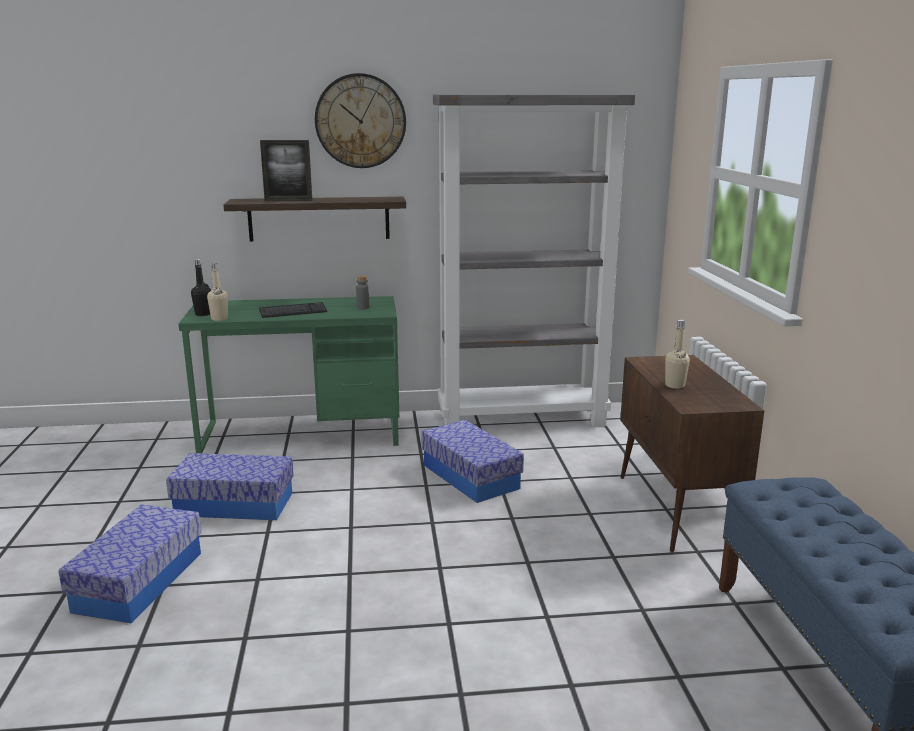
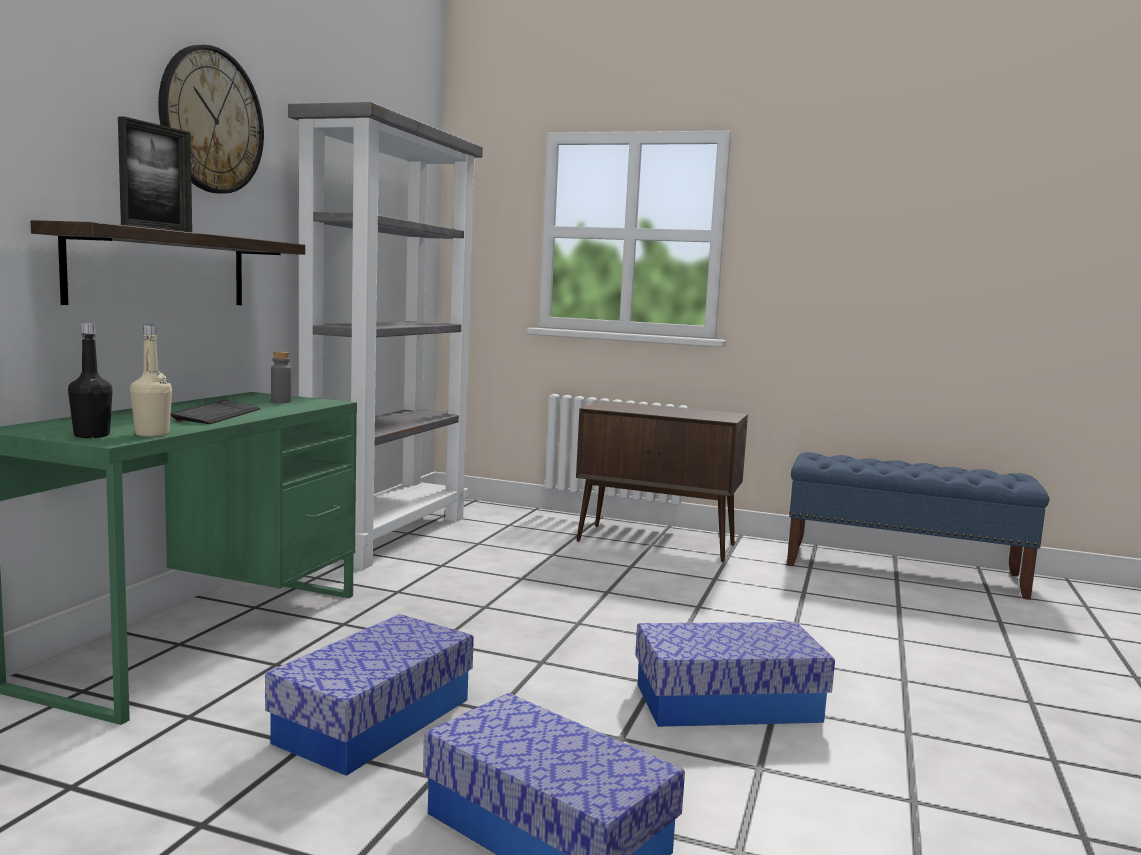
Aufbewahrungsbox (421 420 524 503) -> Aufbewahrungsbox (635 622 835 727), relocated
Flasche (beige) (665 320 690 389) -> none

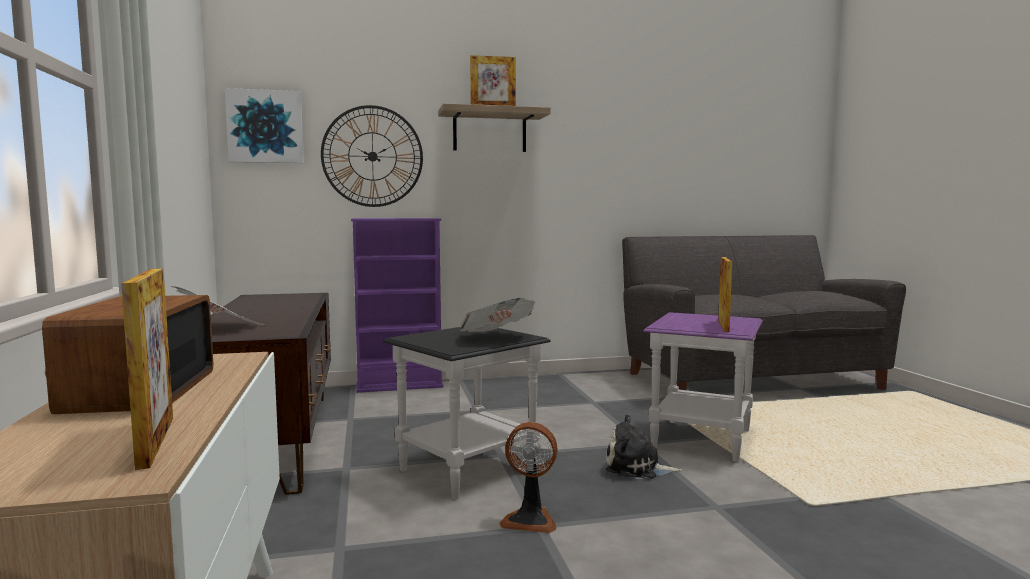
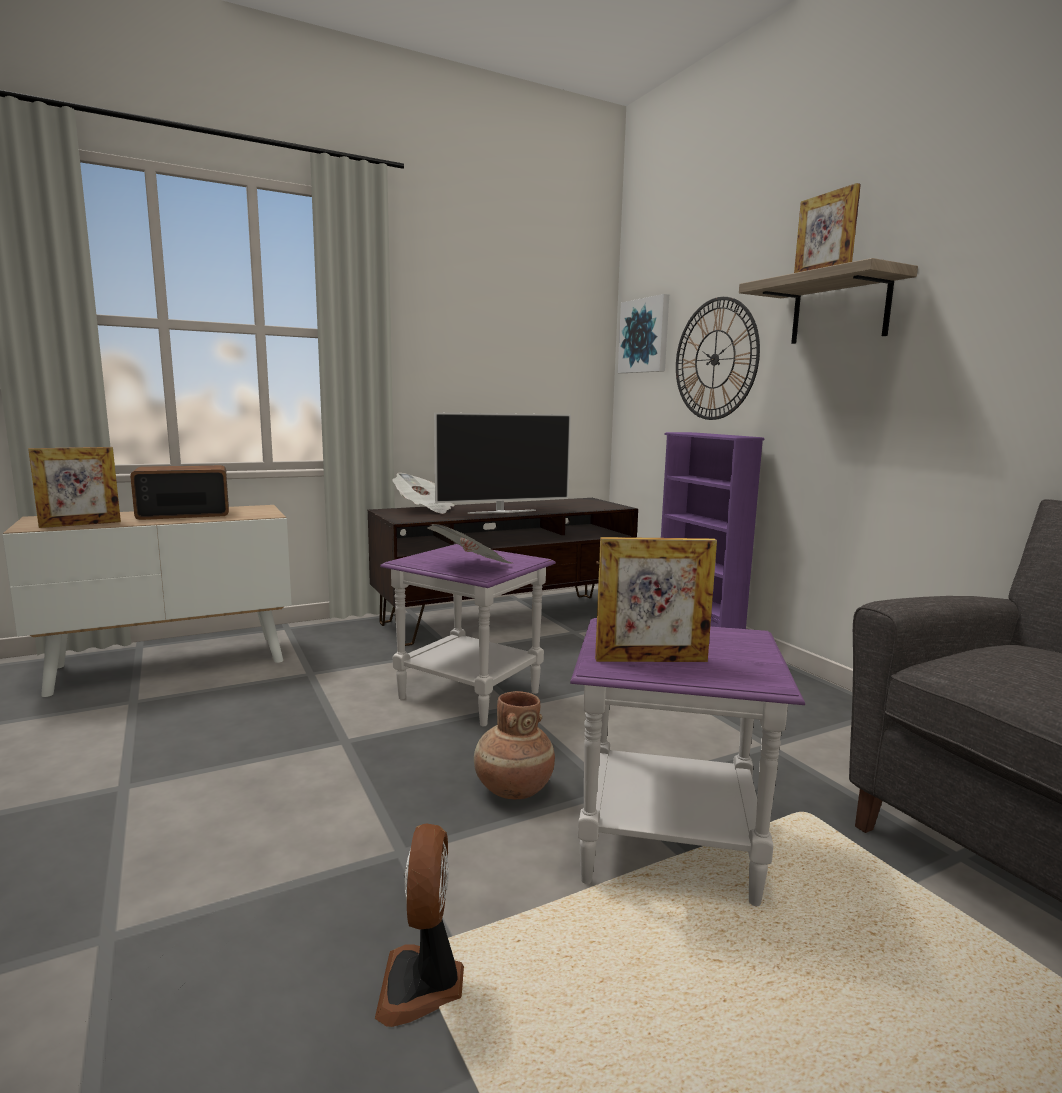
Beistelltisch (schwarz) (383 327 551 499) -> Beistelltisch (lila) (380 544 556 726)
Ventilator (499 422 558 533) -> Ventilator (375 823 464 1027), relocated
Plüschtier (606 415 682 479) -> Vase (braun) (474 691 555 799)
none -> Fernseher (434 412 571 514)

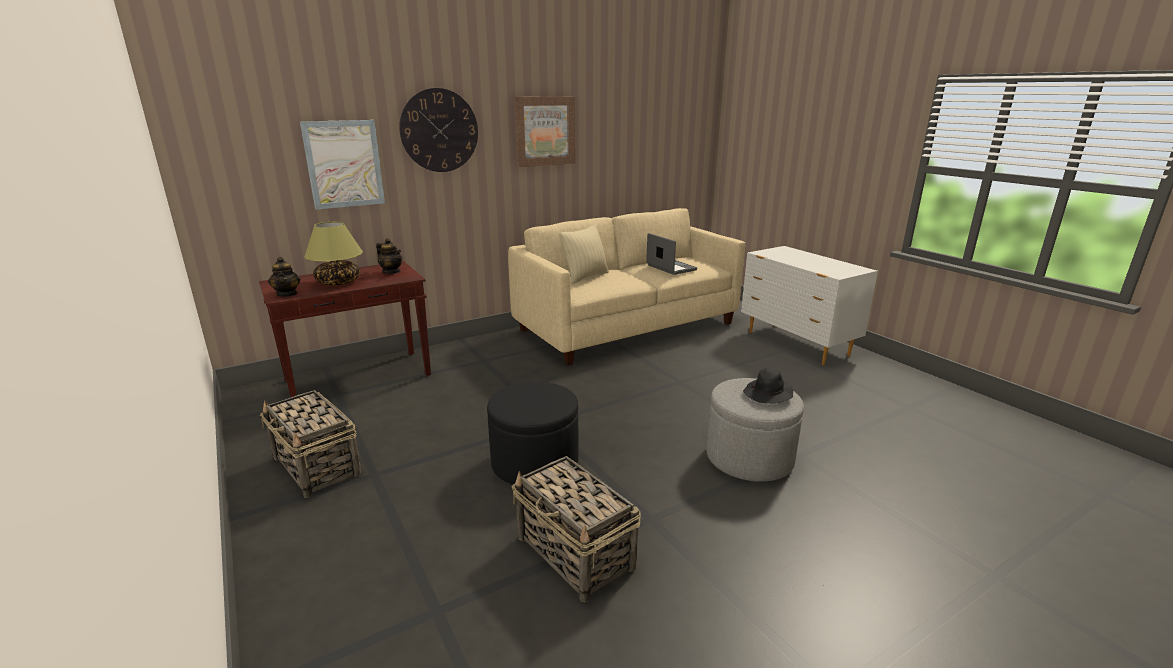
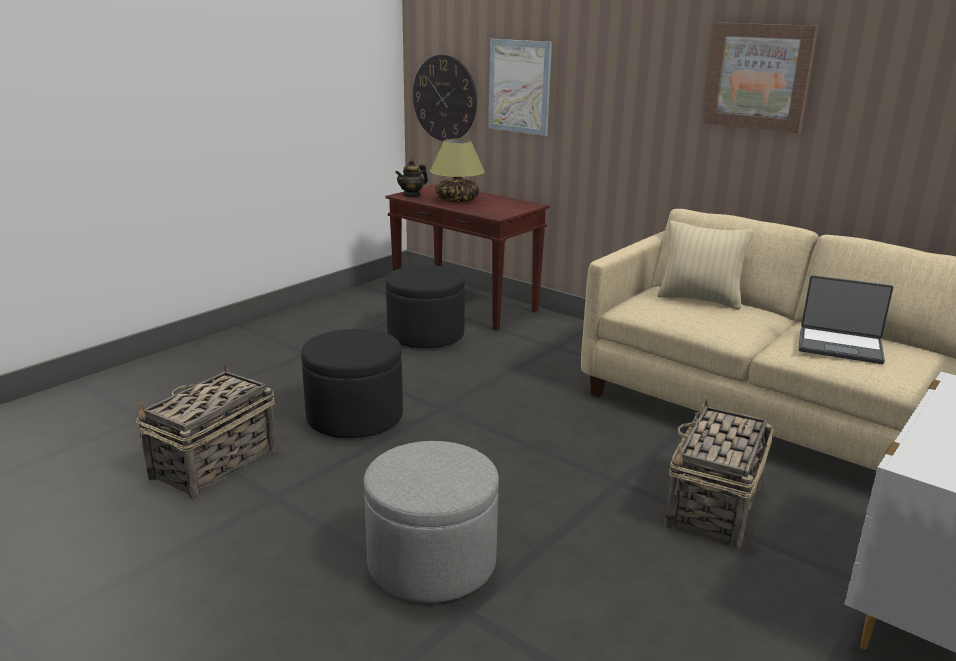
Korb (260 390 361 498) -> Korb (664 399 773 549), relocated
Teekanne (376 238 403 274) -> none
Wanduhr (399 88 478 172) -> Wanduhr (413 55 477 141), relocated
Laptop (646 233 697 275) -> Laptop (799 275 893 364), 75 degrees clockwise
Hut (schwarz) (743 368 794 404) -> none
none -> Polsterhocker (schwarz) (386 265 465 348)

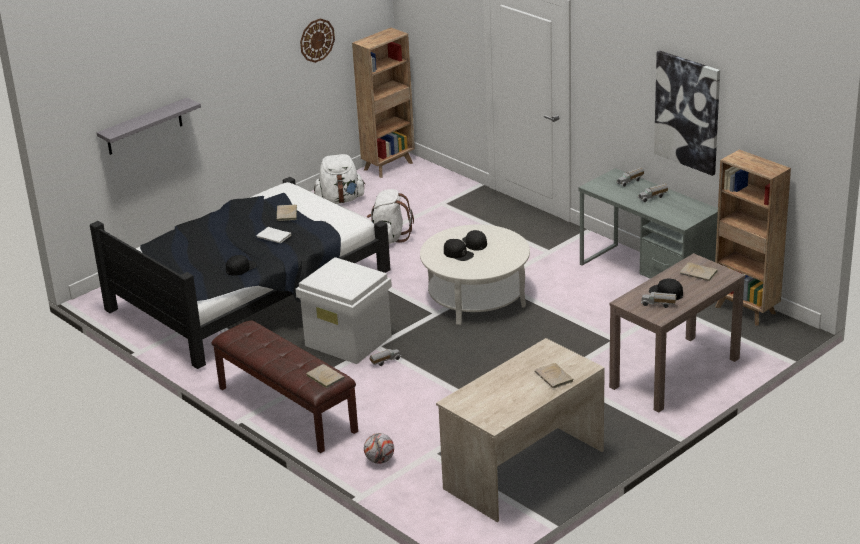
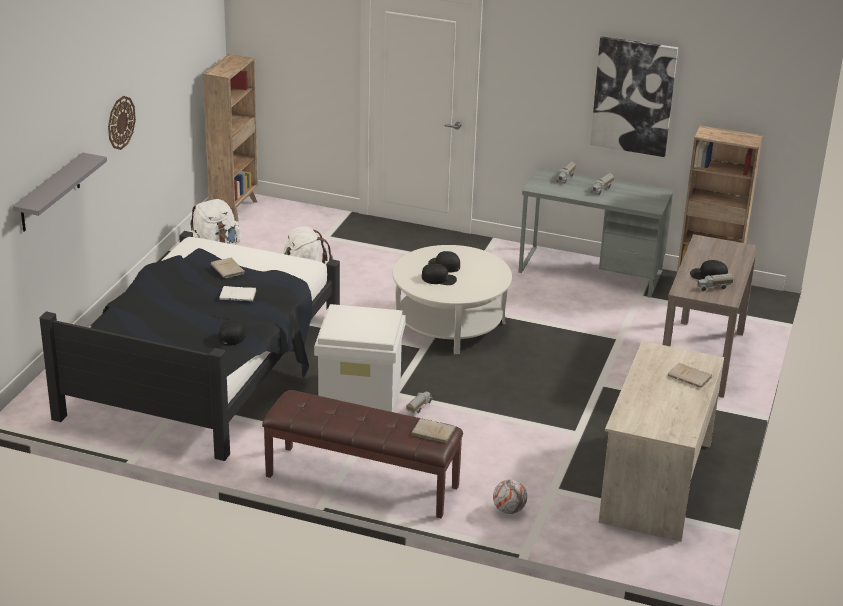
Wanduhr (300 18 335 63) -> Wanduhr (108 96 136 150), relocated
Buch (beige) (680 262 718 281) -> none

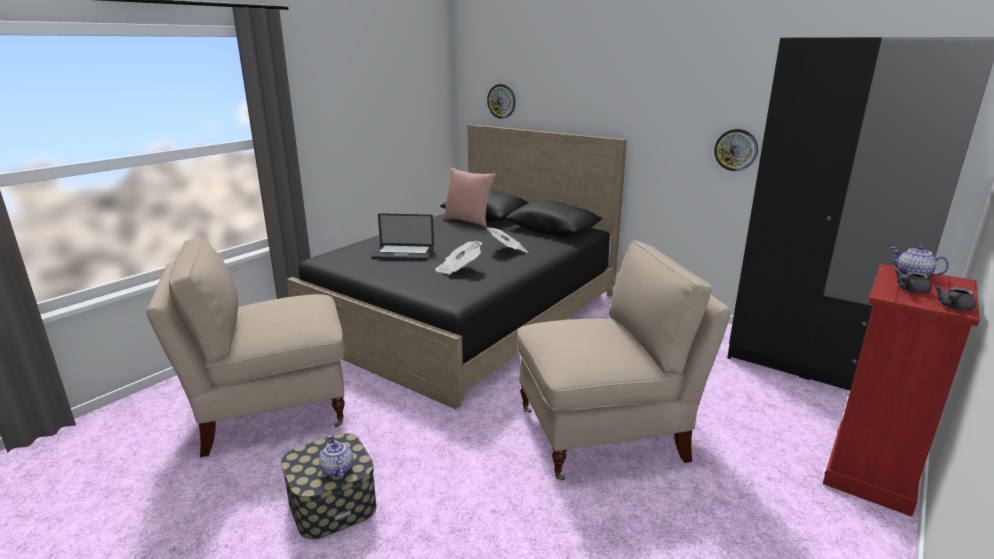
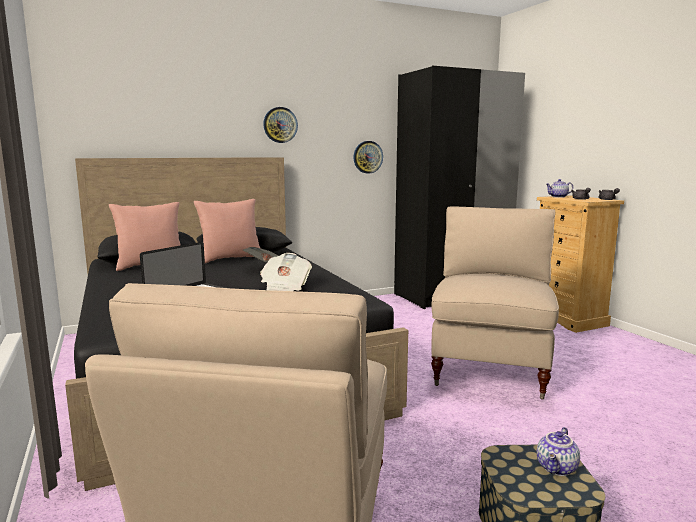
Teekanne (319 435 353 478) -> Teekanne (537 427 580 476), 60 degrees counterclockwise
Wanduhr (487 84 516 119) -> Wanduhr (263 107 298 143), relocated
Kommode (rot) (823 264 980 517) -> Kommode (beige) (537 195 624 333)
none -> Kissen (rosa) (194 199 260 263)

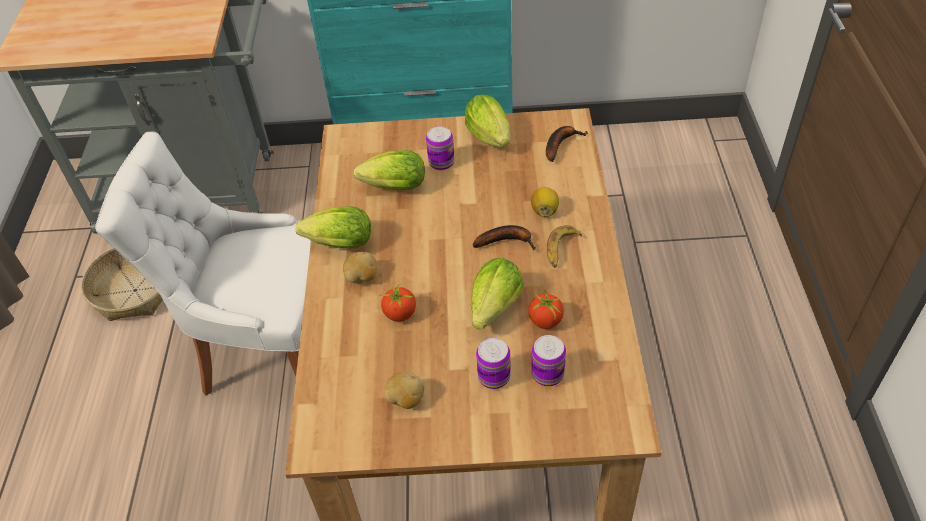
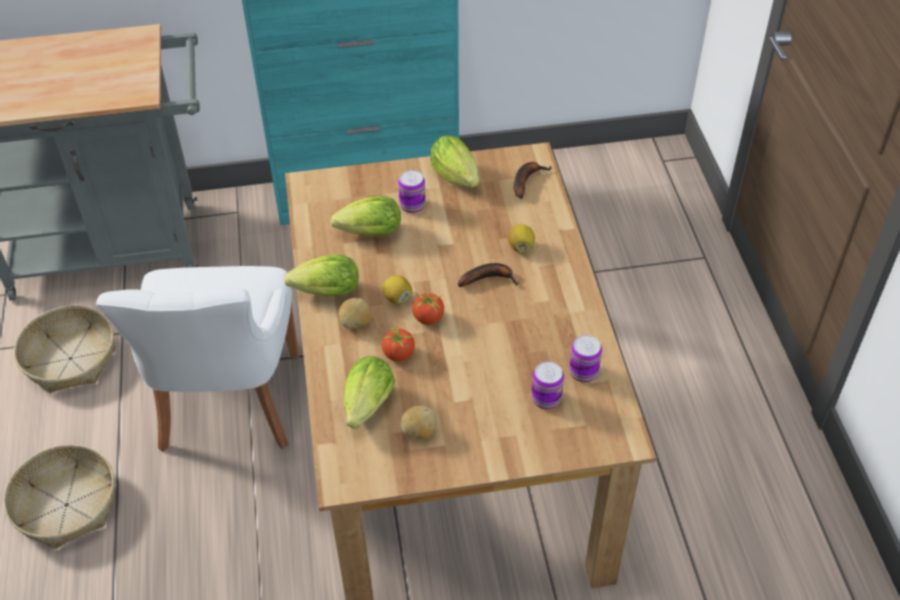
Stuhl (weiß) (95 131 311 396) -> Stuhl (weiß) (96 266 299 452), 90 degrees counterclockwise
Salatkopf (471 258 524 330) -> Salatkopf (344 356 395 429), relocated
Dose (476 338 511 389) -> Dose (569 335 602 382), relocated
Tomate (528 286 564 329) -> Tomate (412 286 444 325), relocated
Banane (547 225 582 268) -> none
none -> Korb (4 445 115 549)
none -> Zitrone (383 275 412 304)

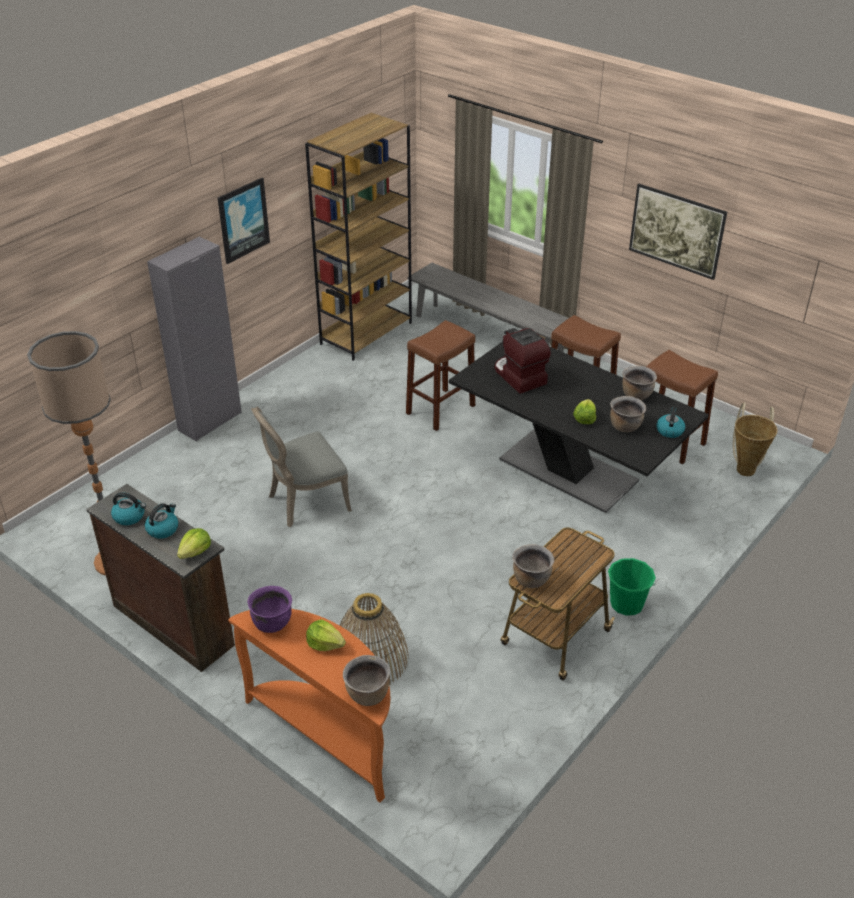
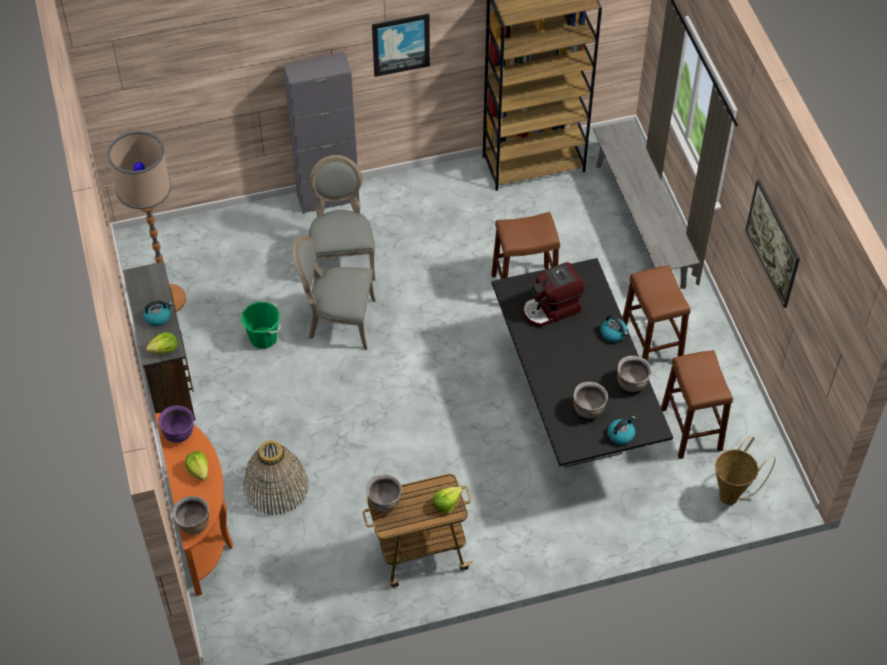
Wasserkessel (111 492 146 525) -> Wasserkessel (600 315 628 342), relocated
Kaffeemaschine (495 328 551 394) -> Kaffeemaschine (523 262 585 327), 120 degrees counterclockwise
Salatkopf (573 399 596 424) -> Salatkopf (432 487 462 513), relocated
Eimer (grün) (608 558 656 616) -> Eimer (grün) (241 302 281 349), relocated
none -> Stuhl (grau) (309 155 375 284)

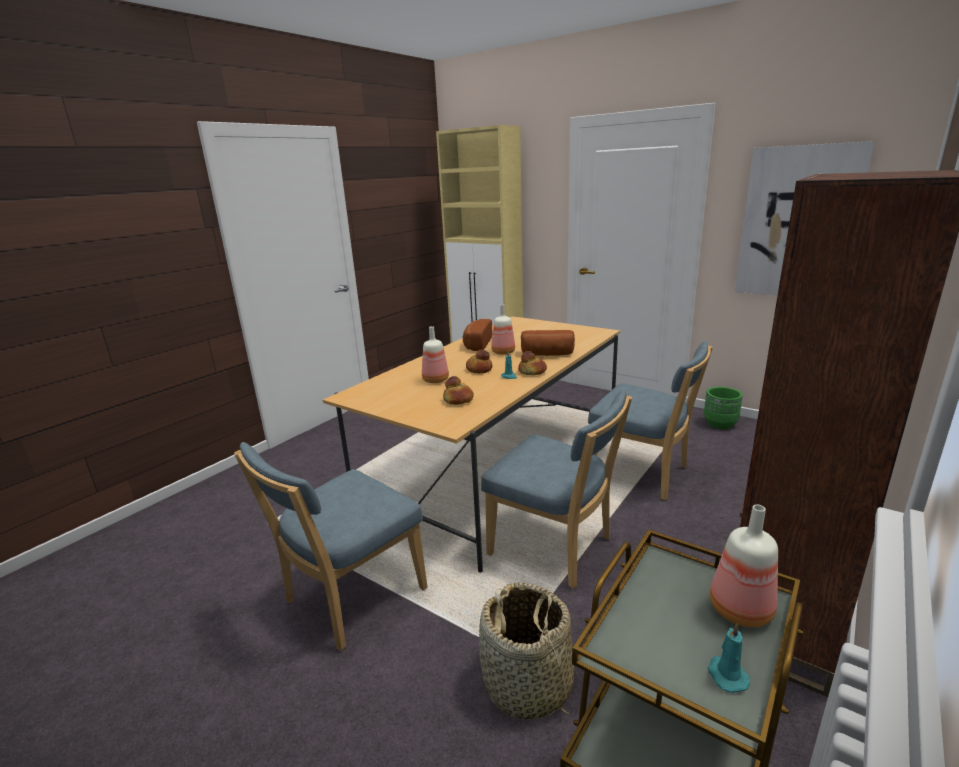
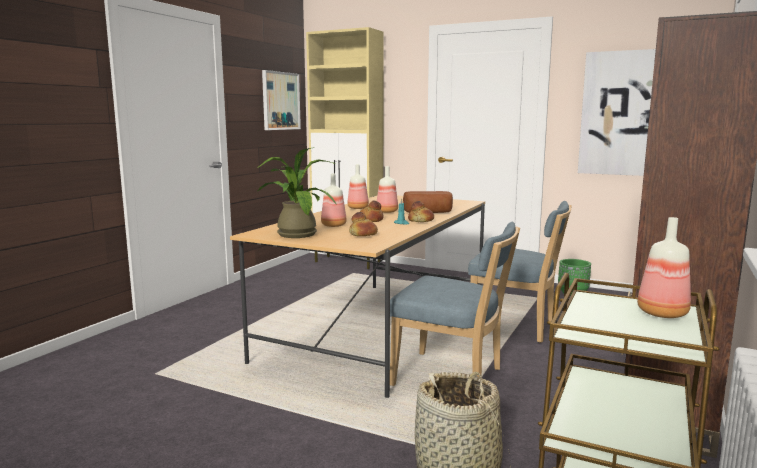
Stuhl (blau) (234 442 427 651) -> none
Brot (463 319 492 351) -> Flasche (347 164 369 209)
Kerze (türkis) (708 623 750 693) -> none
none -> Topfpflanze (257 147 337 238)
none -> Bild (262 70 301 130)

